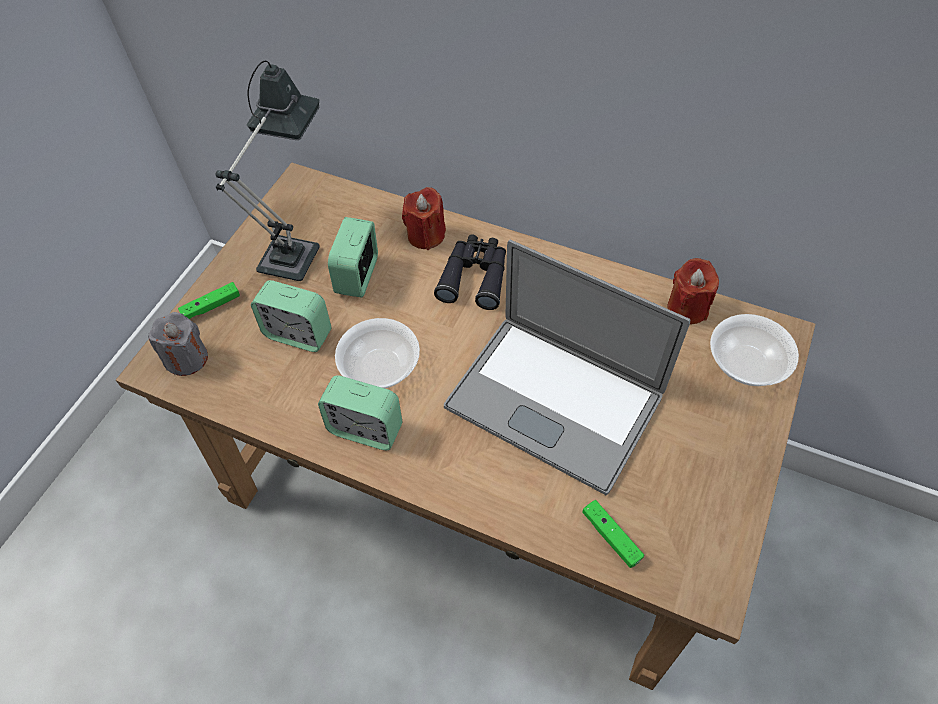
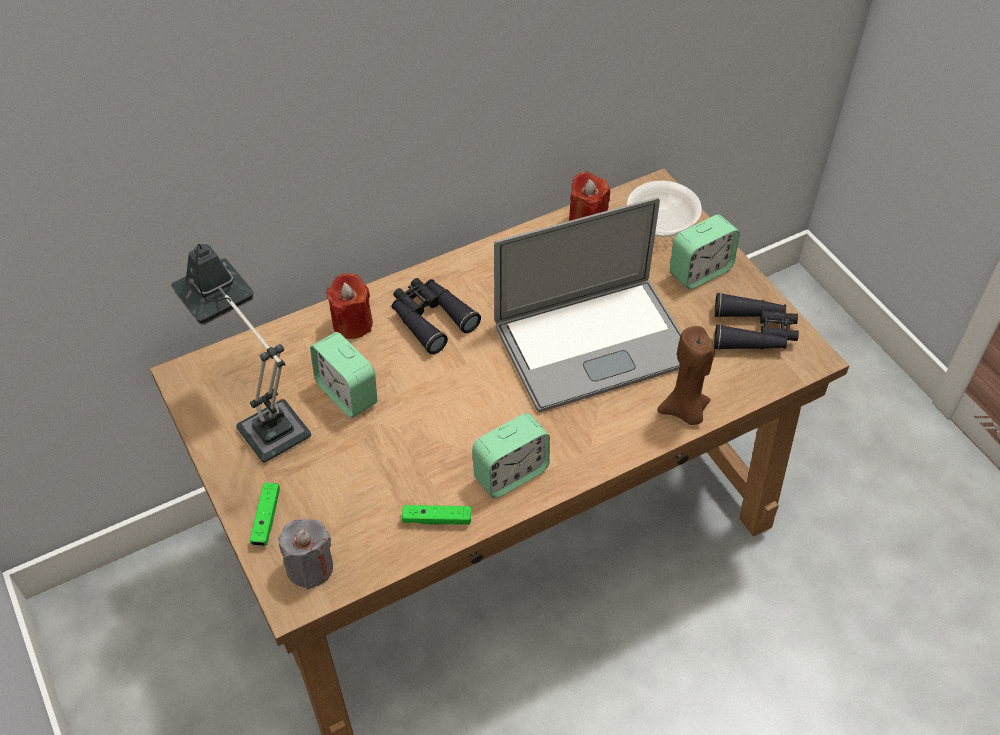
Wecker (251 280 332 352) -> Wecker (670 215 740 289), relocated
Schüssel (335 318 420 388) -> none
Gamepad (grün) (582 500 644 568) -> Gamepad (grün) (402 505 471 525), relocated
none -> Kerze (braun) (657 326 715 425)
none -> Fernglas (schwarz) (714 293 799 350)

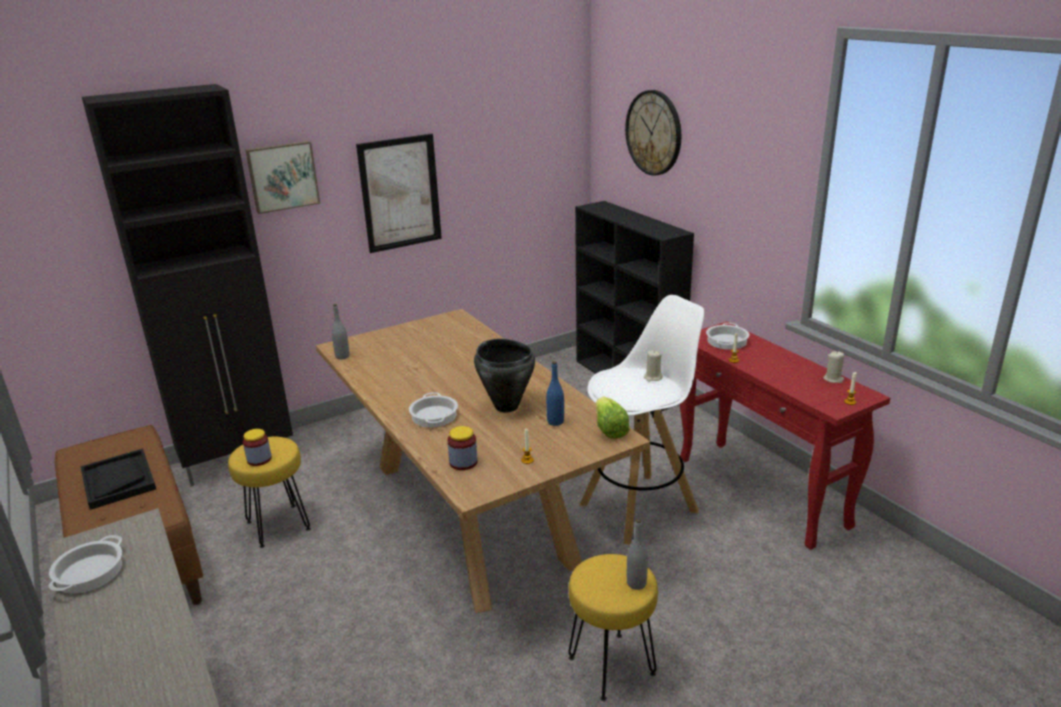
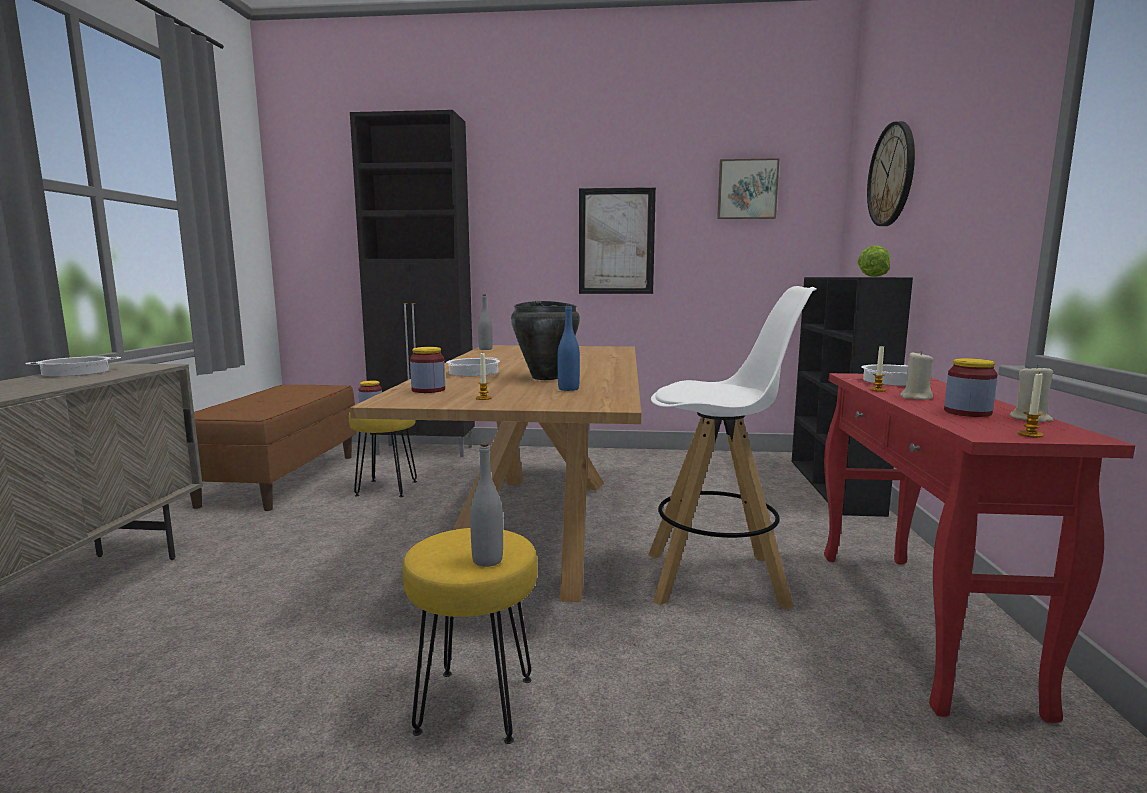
Tablett (schwarz) (80 449 156 510) -> none
Bild (245 141 320 214) -> Bild (717 158 780 219), relocated
Salatkopf (596 396 630 439) -> Salatkopf (858 245 890 277), relocated
Kerze (beige) (644 350 663 381) -> Kerze (beige) (900 351 933 400), relocated
none -> Vorratsglas (944 358 998 417)

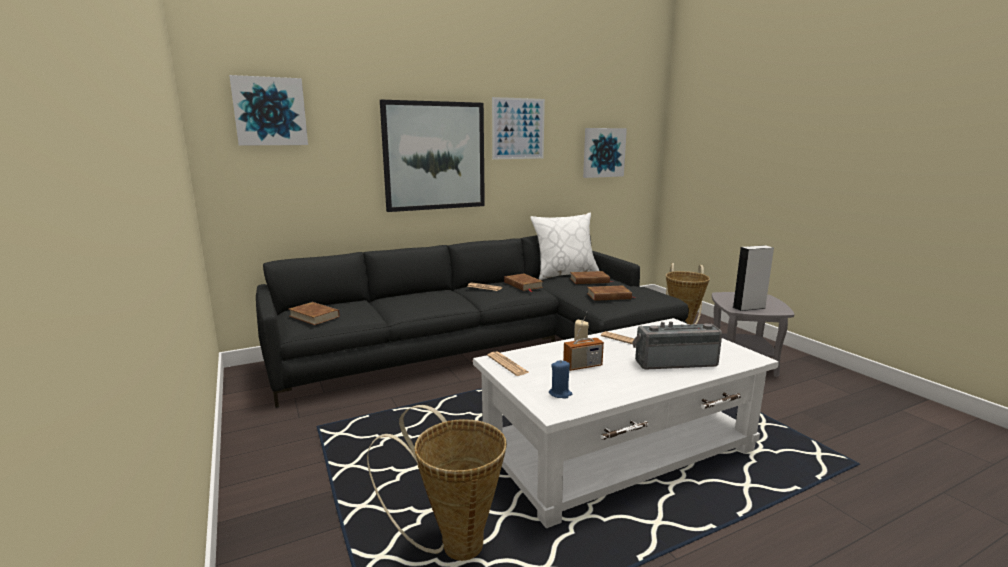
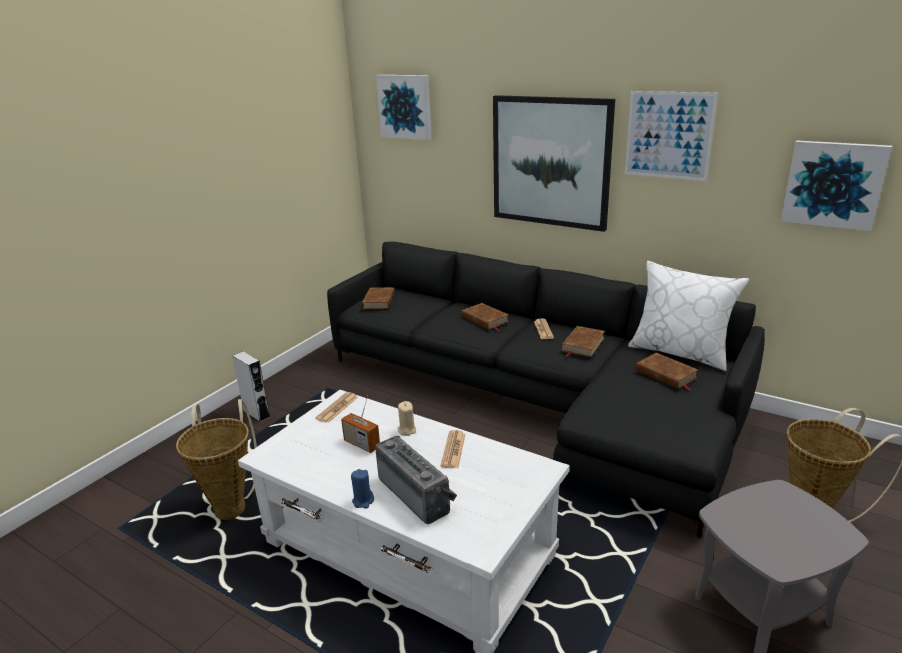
Kerze (blau) (549 360 572 399) -> Kerze (blau) (351 469 374 509), relocated
Buch (braun) (587 286 636 301) -> Buch (braun) (461 303 509 331), relocated
Lautsprecher (grau) (732 245 774 311) -> Lautsprecher (grau) (232 351 270 422), relocated

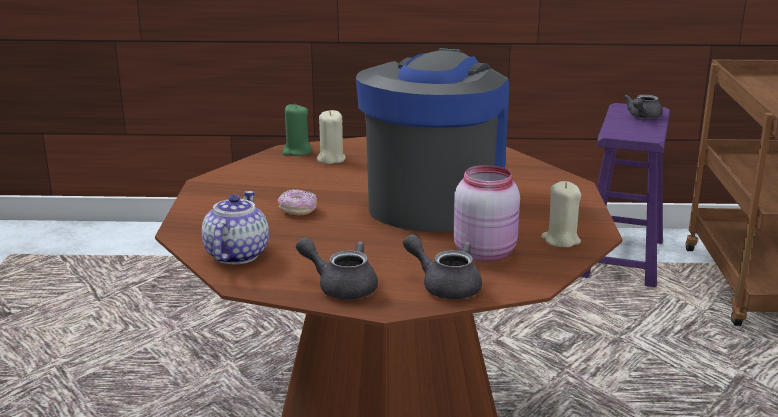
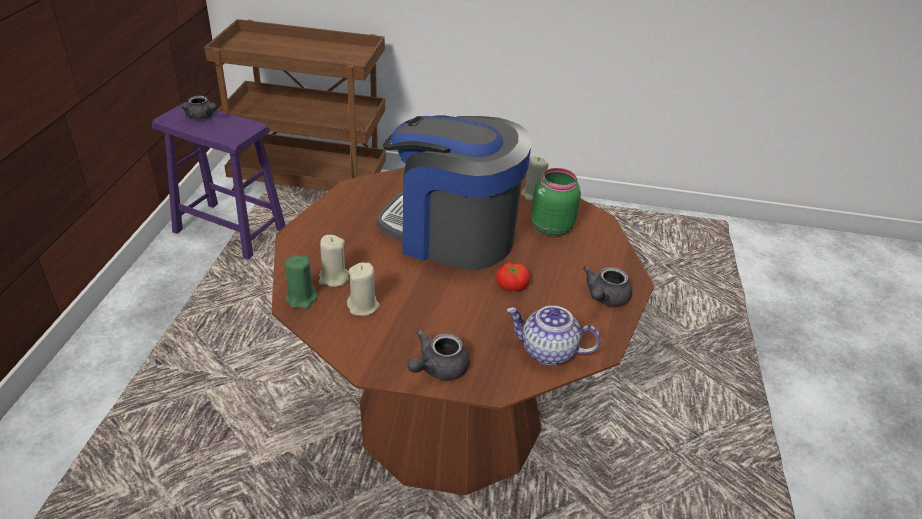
Donut (278 189 317 215) -> none
Teekanne (grau) (403 234 482 299) -> Teekanne (grau) (407 330 470 380), relocated
Vorratsglas (rosa) (453 165 520 262) -> Vorratsglas (grün) (531 168 581 236)
none -> Kerze (beige) (347 262 380 316)
none -> Tomate (496 262 530 291)

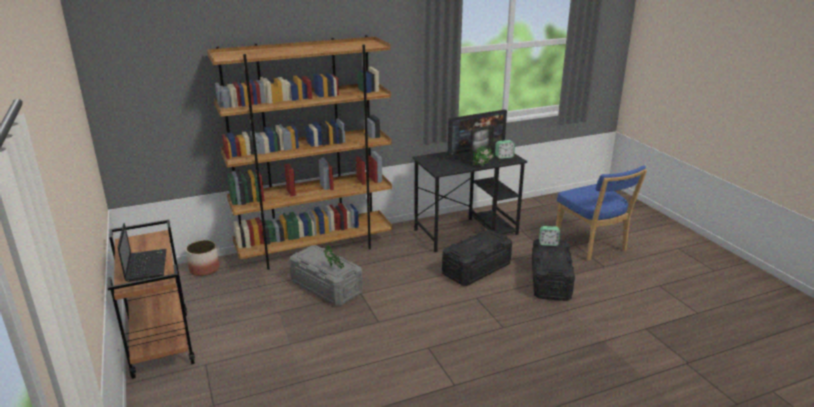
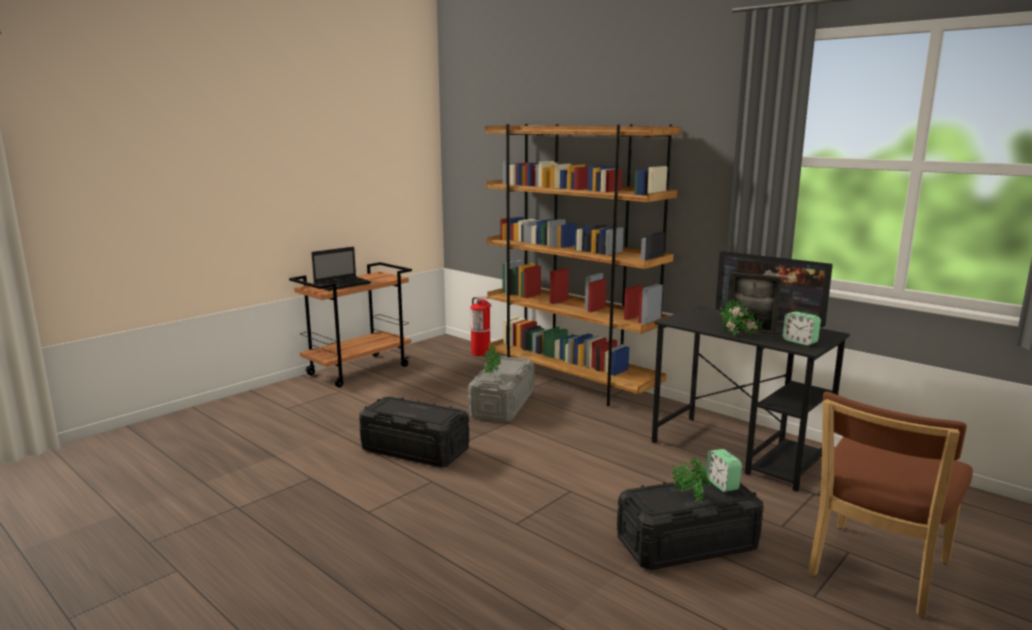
Pflanzkübel (186 240 220 276) -> Feuerlöscher (470 296 491 356)
Aufbewahrungsbox (schwarz) (442 230 512 286) -> Aufbewahrungsbox (schwarz) (359 396 469 468), relocated
Stuhl (blau) (556 166 647 261) -> Stuhl (braun) (808 392 973 617)
none -> Topfpflanze (671 457 711 503)

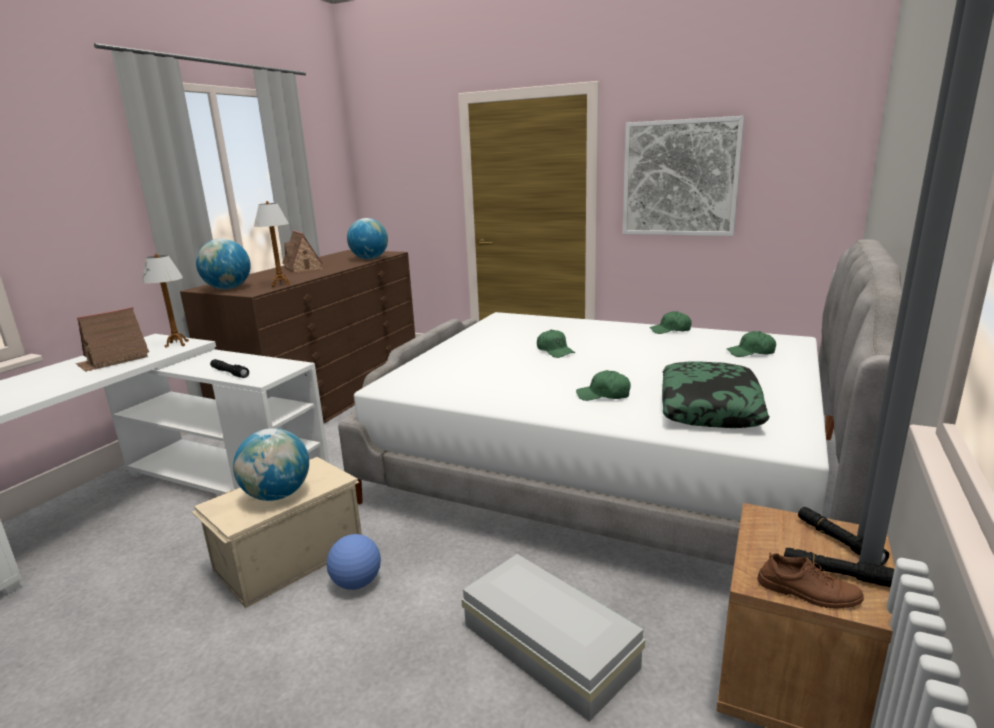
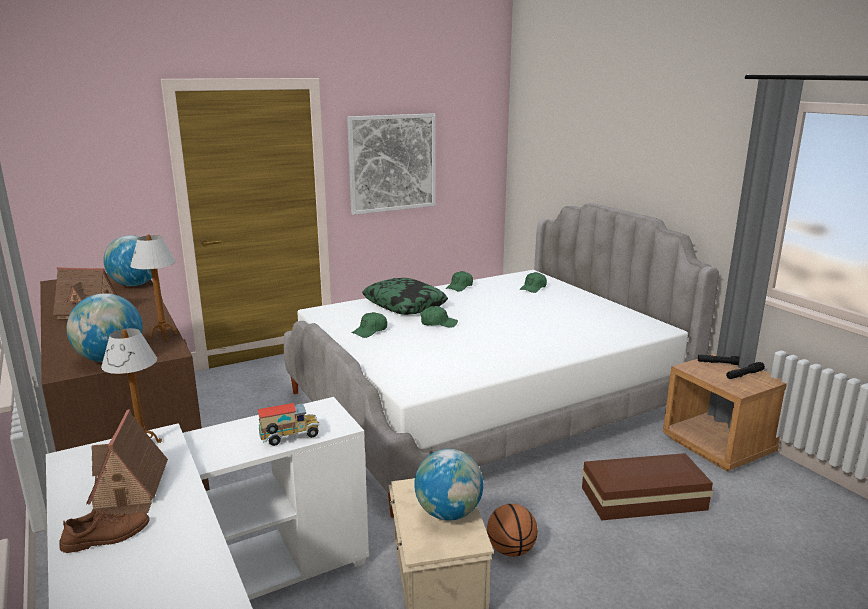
Taschenlampe (schwarz) (210 359 249 378) -> Spielzeuglaster (258 403 320 446)
Fußball (326 534 381 590) -> Basketball (487 504 538 557)
Aufbewahrungsbox (weiß) (461 554 645 722) -> Aufbewahrungsbox (braun) (582 453 713 521)
Kappe (grün) (576 370 631 401) -> Kappe (grün) (352 312 387 338), relocated
Kissen (662 362 769 428) -> Kissen (362 278 448 315), relocated
Schuh (braun) (757 552 864 609) -> Schuh (braun) (59 509 150 553), relocated

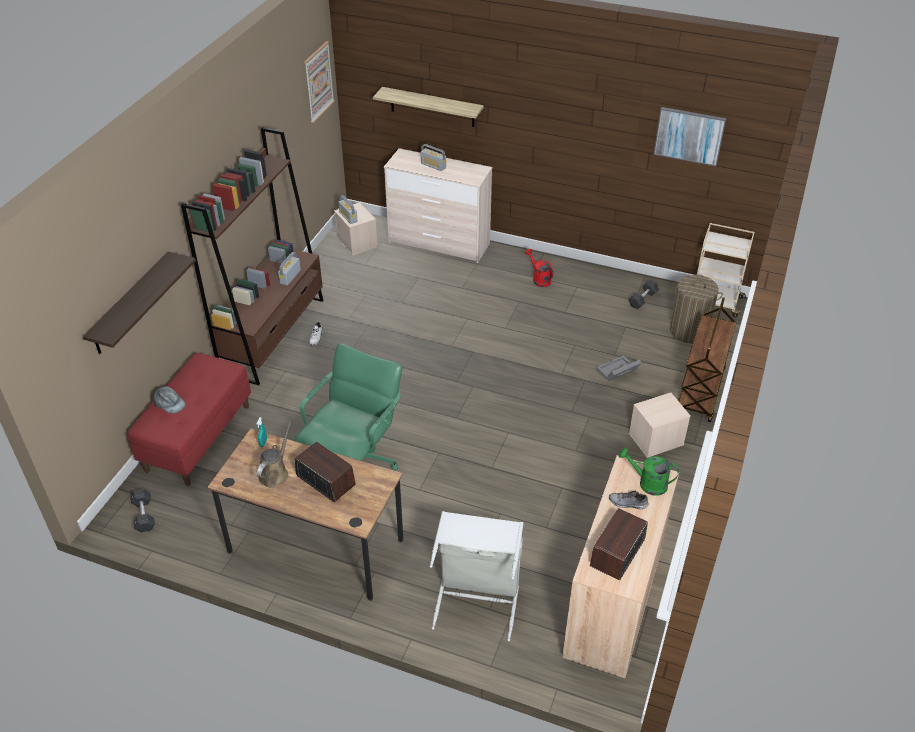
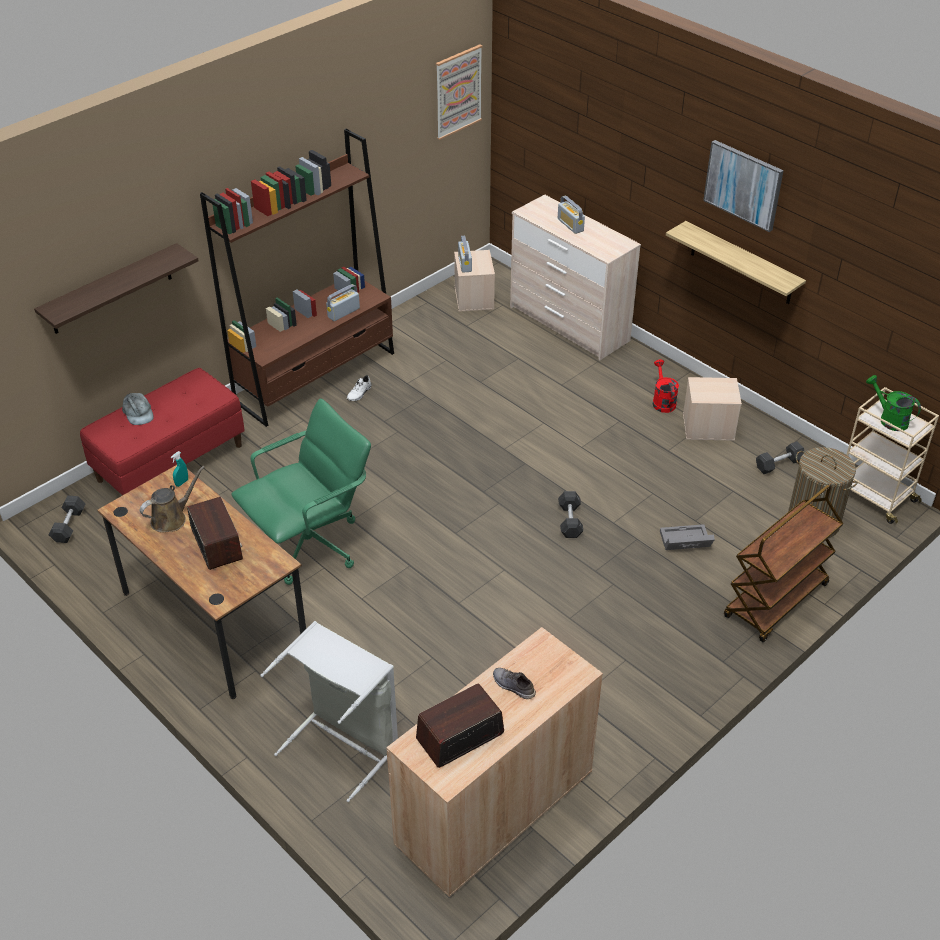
Wandregal (373 87 484 127) -> Wandregal (666 221 806 304), relocated
Gießkanne (grün) (619 448 679 496) -> Gießkanne (grün) (866 375 921 431), relocated
Aufbewahrungsbox (beige) (629 393 691 458) -> Aufbewahrungsbox (beige) (683 377 742 441), relocated
Bild (654 107 726 166) -> Bild (703 140 784 232), relocated
none -> Hantel (grau) (558 491 583 538)

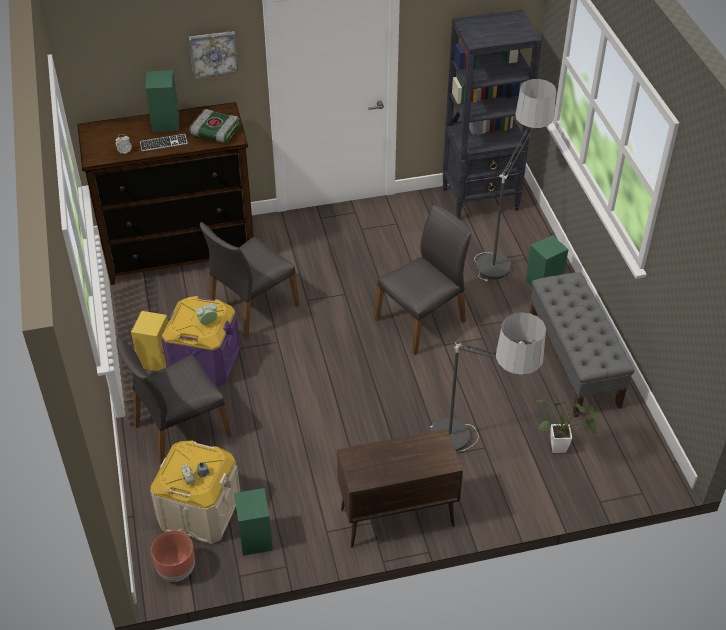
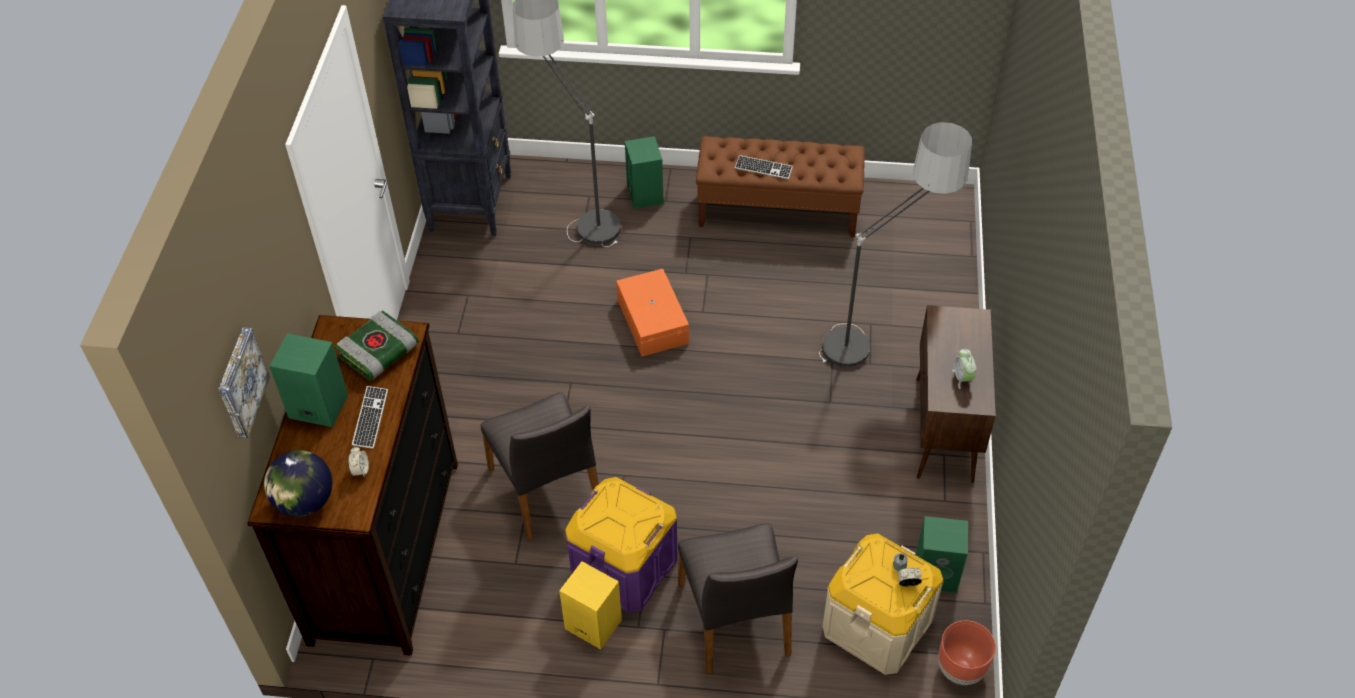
Bild (189 31 238 79) -> Bild (219 328 270 438), relocated
Wecker (196 303 217 325) -> Wecker (952 349 977 389), relocated
Stuhl (grau) (375 205 471 355) -> Aufbewahrungsbox (orange) (616 269 689 356)
Bank (grau) (530 272 634 417) -> Bank (braun) (696 136 865 238)
Topfpflanze (536 397 597 453) -> none
none -> Globus (264 450 332 517)
none -> Tastatur (735 155 793 179)

